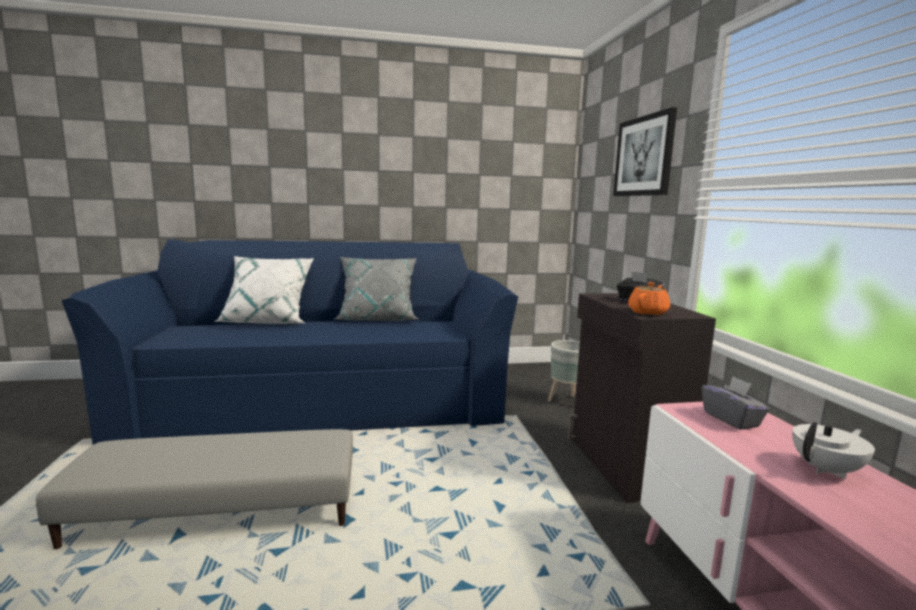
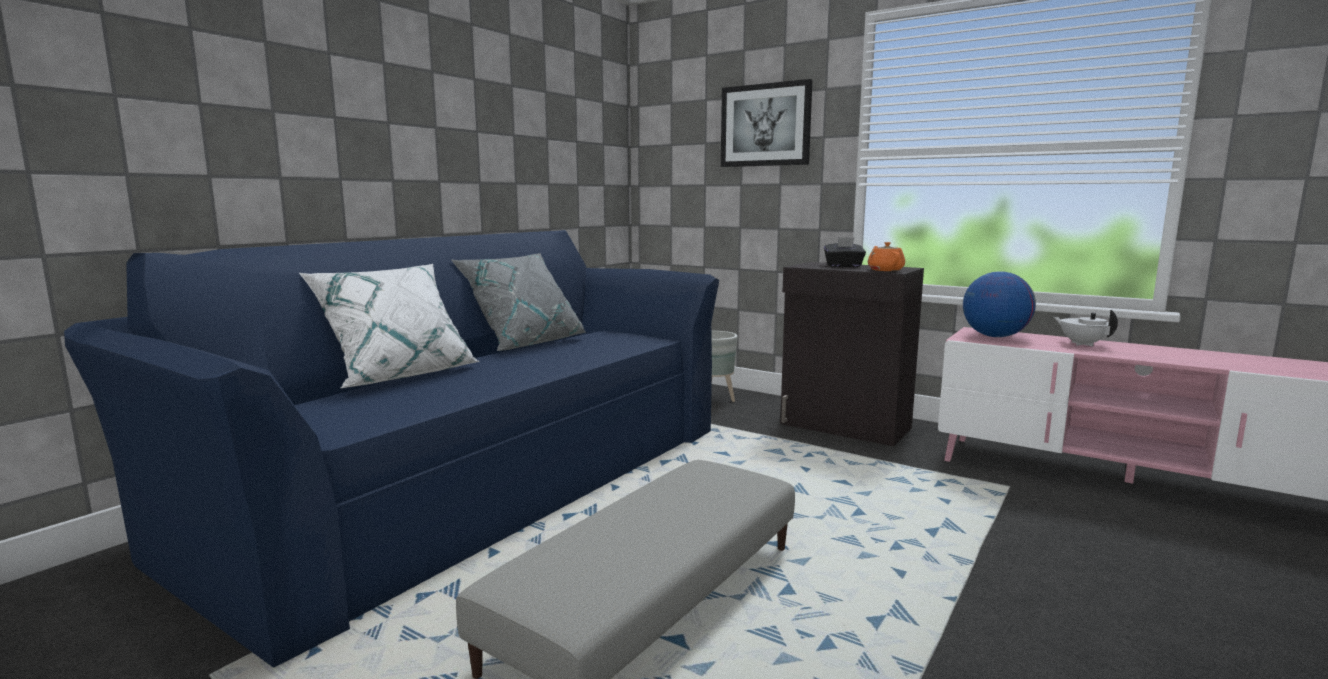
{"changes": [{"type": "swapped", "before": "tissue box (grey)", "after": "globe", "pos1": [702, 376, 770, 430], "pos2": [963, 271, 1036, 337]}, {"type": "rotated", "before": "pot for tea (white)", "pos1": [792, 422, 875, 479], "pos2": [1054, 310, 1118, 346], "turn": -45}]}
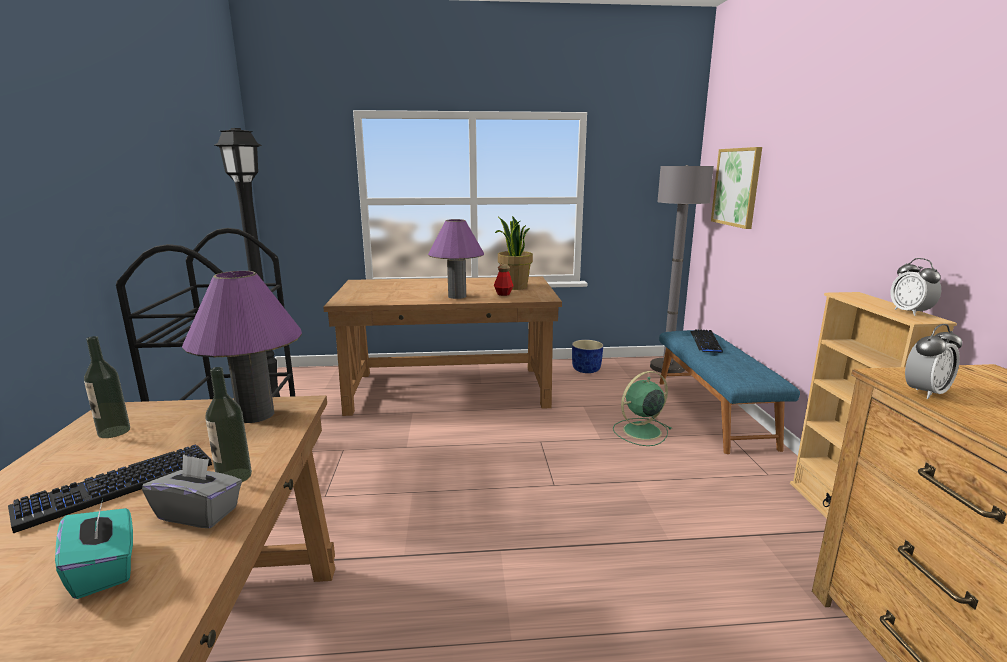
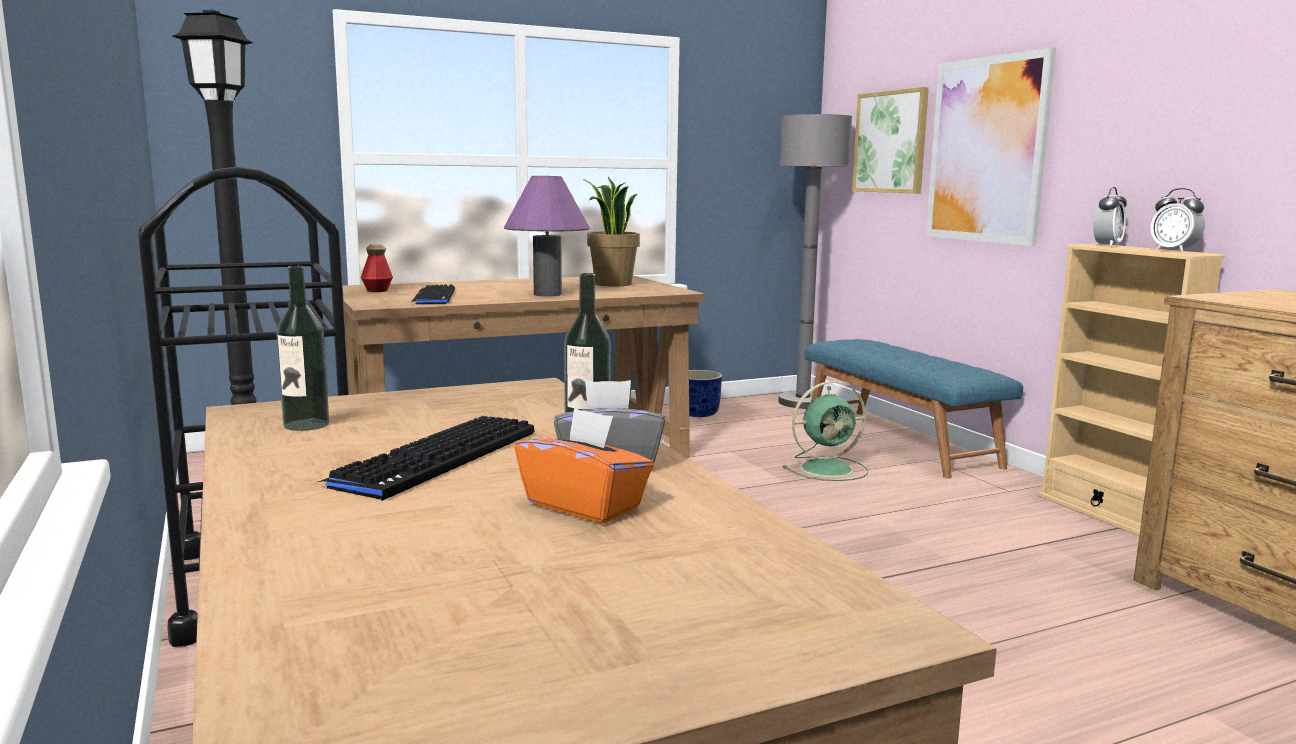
{"changes": [{"type": "repainted", "before": "tissue box (turquoise)", "after": "tissue box (orangey)", "pos1": [55, 499, 133, 599], "pos2": [515, 407, 654, 523]}, {"type": "gone", "before": "tabletop lamp (purple)", "pos1": [182, 271, 302, 423]}, {"type": "shifted", "before": "drink bottle", "pos1": [494, 264, 513, 296], "pos2": [361, 244, 393, 292]}, {"type": "rotated", "before": "fan (green-coloured)", "pos1": [613, 371, 672, 446], "pos2": [783, 381, 868, 481], "turn": -150}, {"type": "shifted", "before": "PC keyboard", "pos1": [690, 330, 723, 353], "pos2": [411, 284, 455, 304]}, {"type": "shifted", "before": "bedside clock", "pos1": [905, 324, 962, 399], "pos2": [1093, 187, 1127, 247]}, {"type": "new", "after": "wall art", "pos2": [926, 47, 1056, 246]}]}
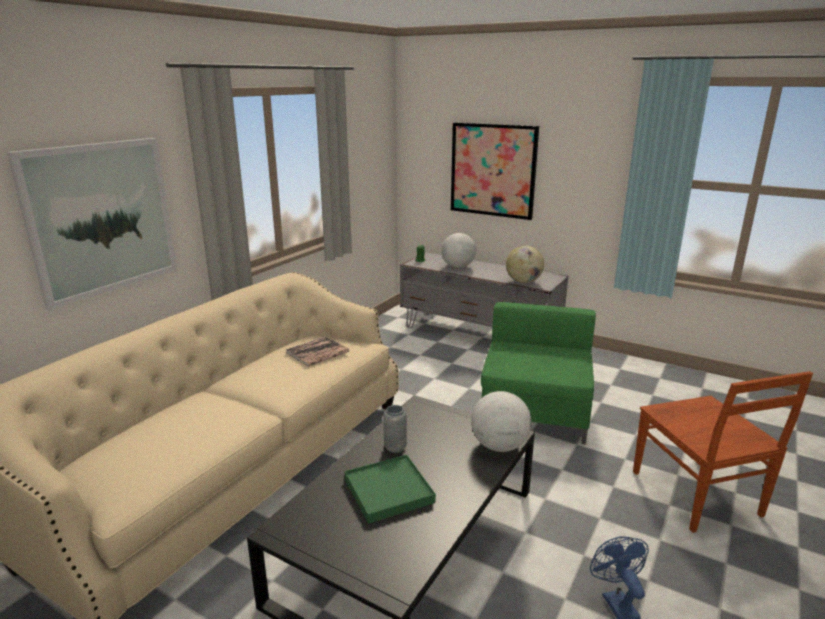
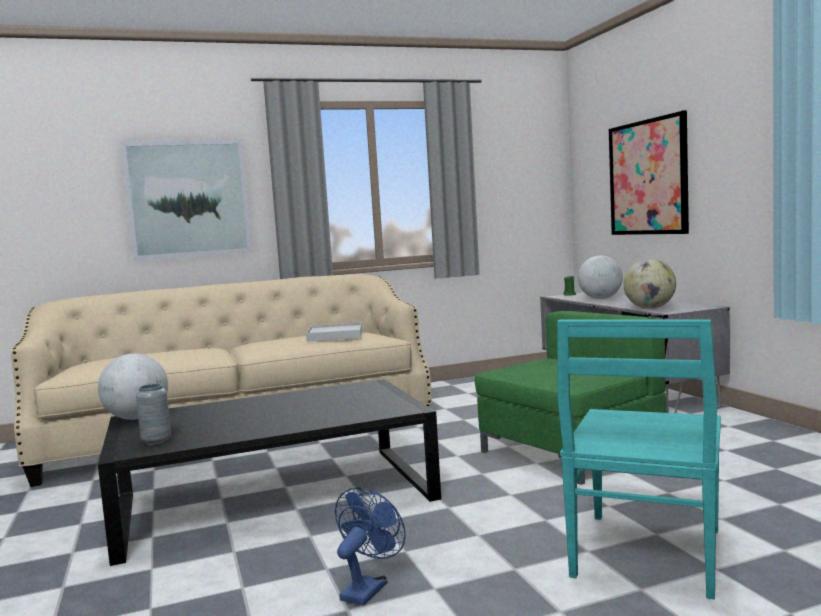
{"changes": [{"type": "swapped", "before": "book", "after": "serving tray (white)", "pos1": [286, 336, 349, 367], "pos2": [306, 322, 362, 342]}, {"type": "gone", "before": "serving tray (green-coloured)", "pos1": [345, 455, 436, 524]}, {"type": "shifted", "before": "flower vase (grey)", "pos1": [383, 405, 407, 453], "pos2": [136, 384, 171, 445]}, {"type": "shifted", "before": "globe", "pos1": [471, 391, 532, 452], "pos2": [98, 354, 168, 420]}, {"type": "repainted", "before": "upright chair (brownish)", "after": "upright chair (turquoise)", "pos1": [633, 371, 813, 533], "pos2": [557, 319, 721, 599]}]}
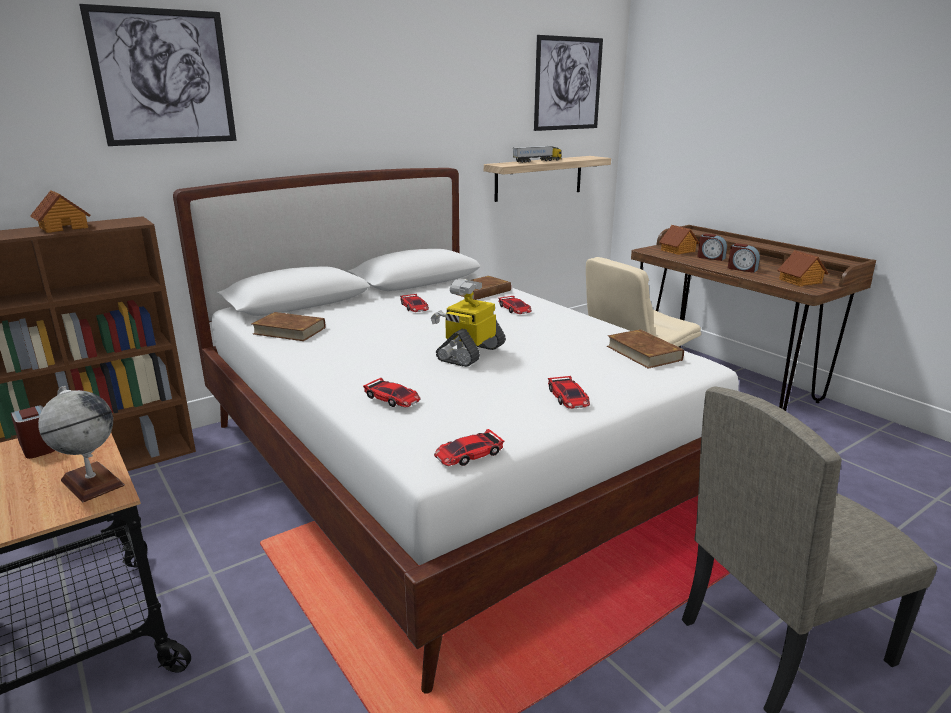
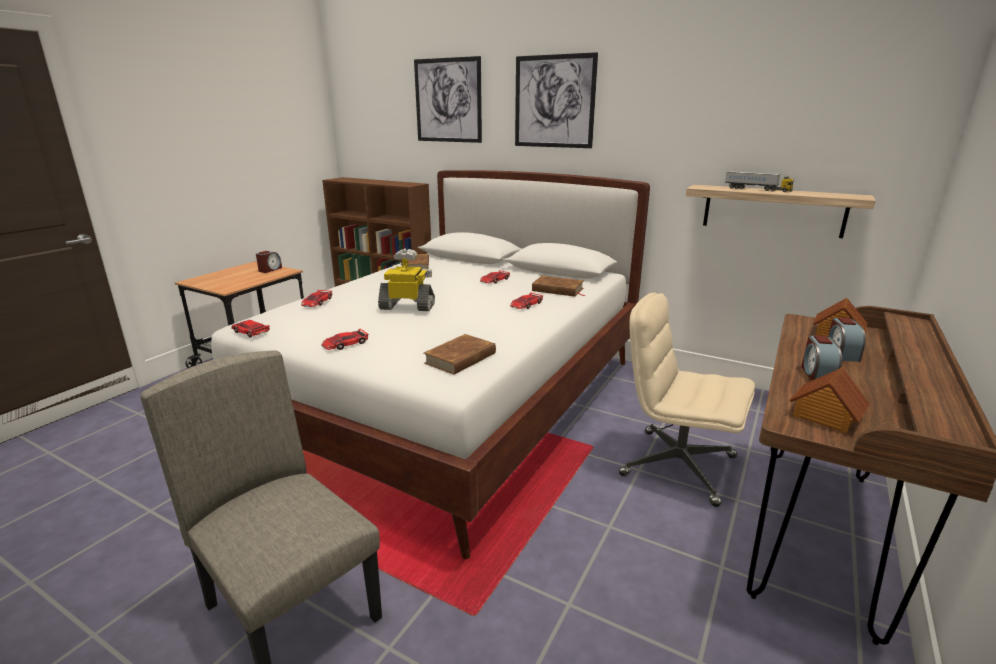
{"changes": [{"type": "gone", "before": "model house", "pos1": [30, 190, 91, 233]}, {"type": "gone", "before": "globe", "pos1": [38, 386, 125, 502]}, {"type": "shifted", "before": "wall art", "pos1": [534, 35, 603, 131], "pos2": [515, 52, 598, 148]}]}
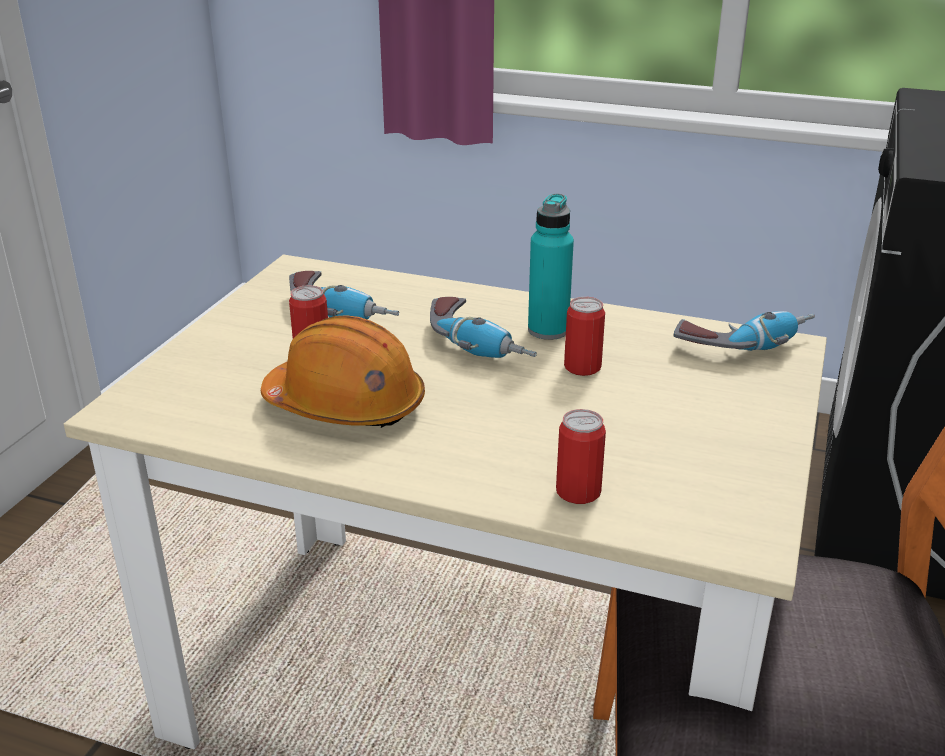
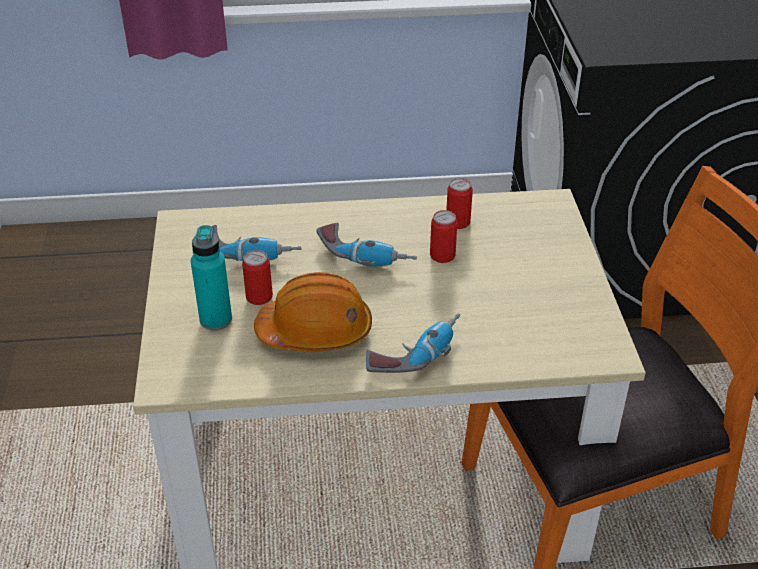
{"changes": [{"type": "shifted", "before": "drink bottle (turquoise)", "pos1": [528, 194, 574, 340], "pos2": [191, 225, 232, 330]}, {"type": "shifted", "before": "metal can", "pos1": [556, 409, 606, 504], "pos2": [446, 178, 473, 229]}, {"type": "shifted", "before": "electric drill", "pos1": [674, 311, 815, 351], "pos2": [366, 313, 460, 373]}]}
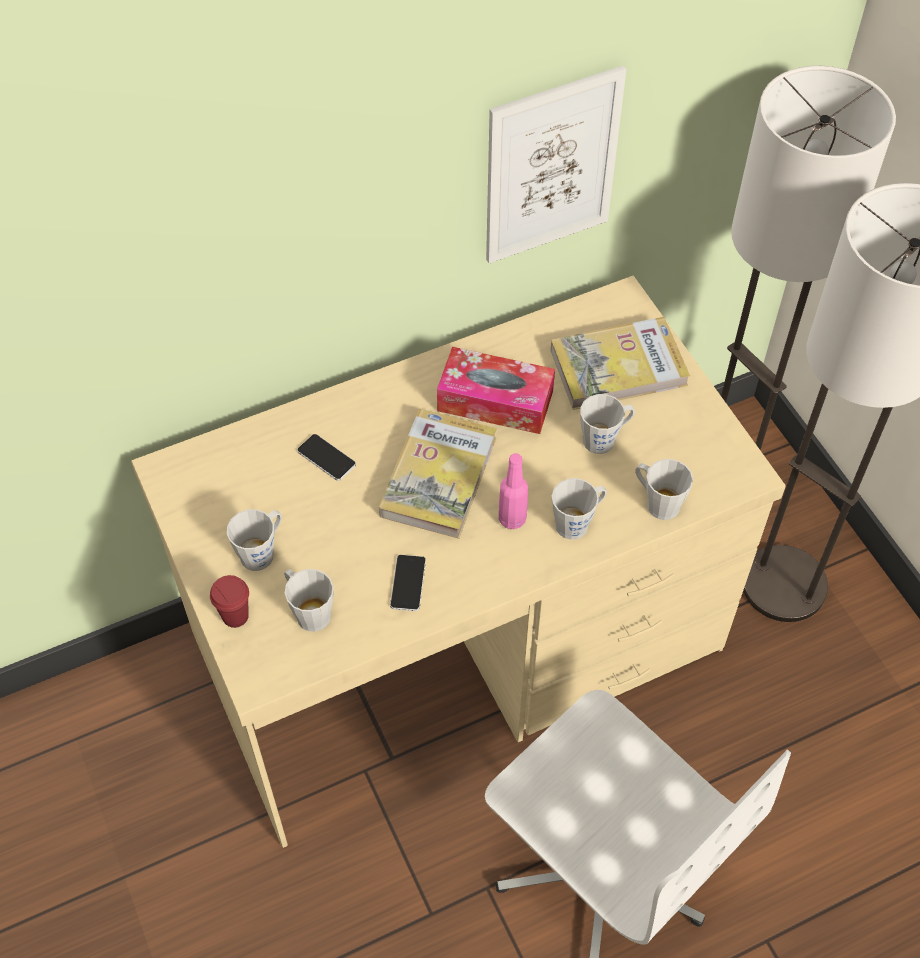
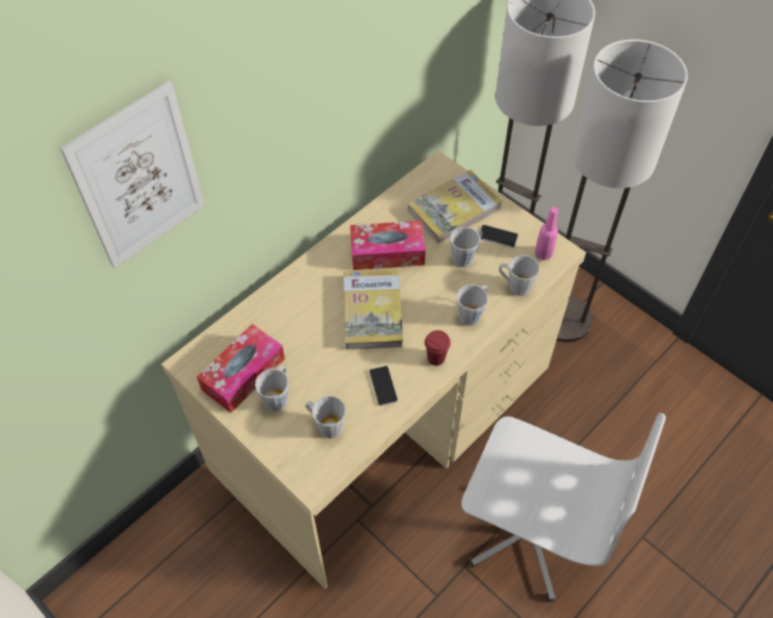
{"changes": [{"type": "shifted", "before": "small cup (red)", "pos1": [210, 575, 249, 628], "pos2": [425, 330, 451, 366]}, {"type": "shifted", "before": "handset", "pos1": [297, 434, 356, 481], "pos2": [480, 225, 518, 248]}, {"type": "shifted", "before": "wall art", "pos1": [486, 66, 626, 263], "pos2": [60, 81, 205, 268]}, {"type": "shifted", "before": "drink bottle (pink)", "pos1": [498, 453, 528, 529], "pos2": [535, 207, 558, 260]}, {"type": "new", "after": "tissue box", "pos2": [197, 324, 285, 413]}]}
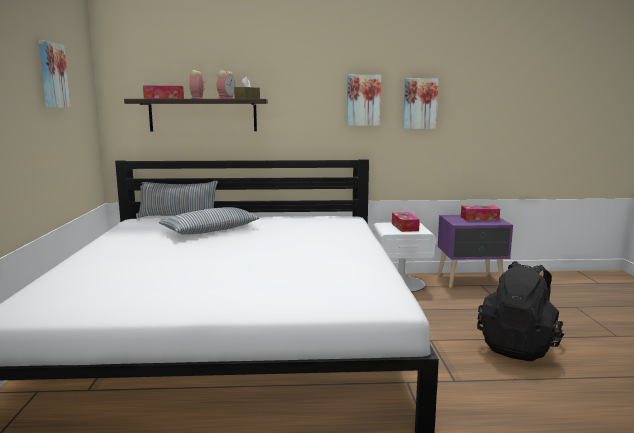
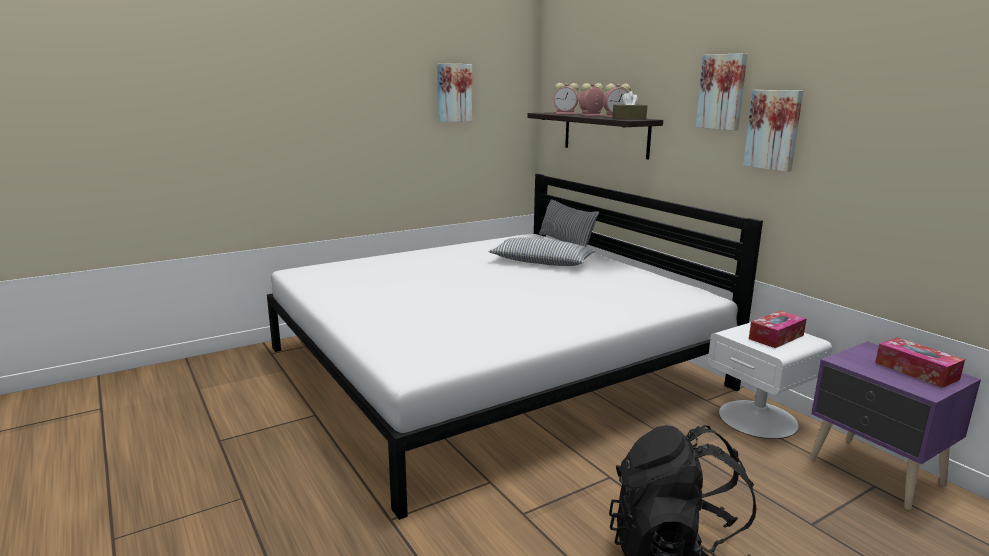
{"changes": [{"type": "swapped", "before": "tissue box", "after": "bedside clock", "pos1": [143, 86, 184, 99], "pos2": [554, 83, 579, 114]}, {"type": "shifted", "before": "wall art", "pos1": [403, 78, 439, 129], "pos2": [696, 53, 747, 131]}]}
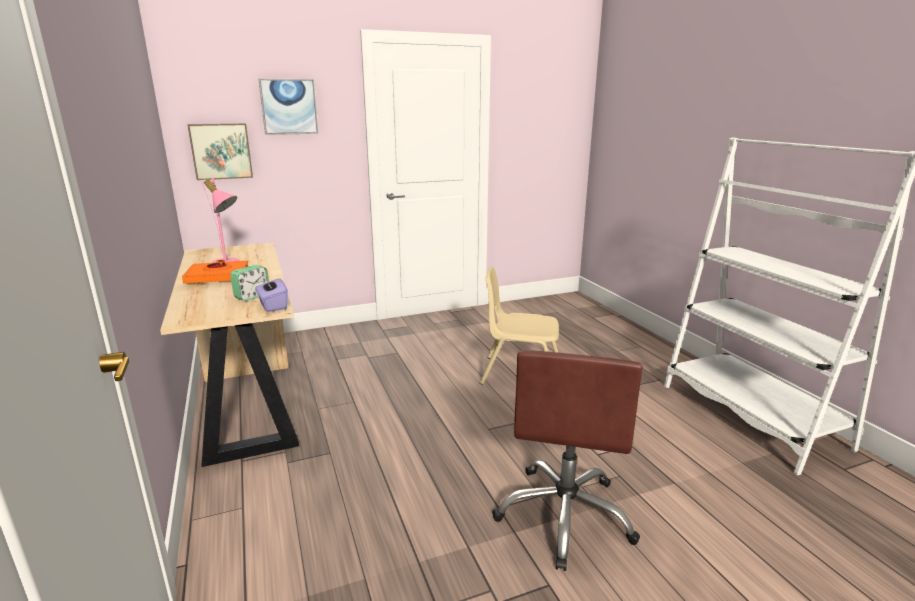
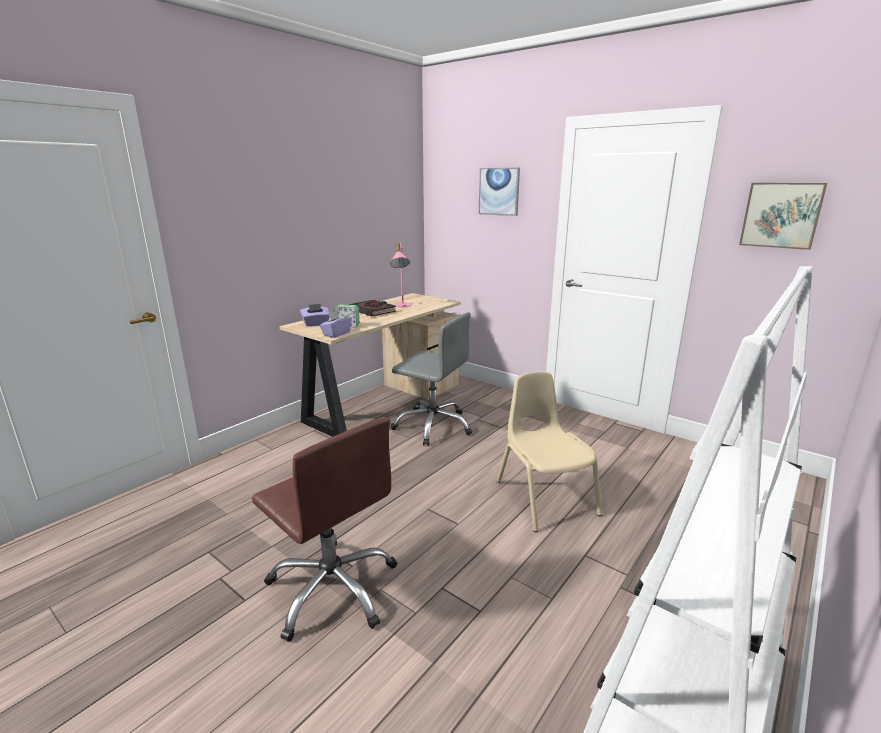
{"changes": [{"type": "repainted", "before": "book (orangey)", "after": "book (black)", "pos1": [182, 260, 248, 284], "pos2": [349, 300, 396, 316]}, {"type": "shifted", "before": "wall art", "pos1": [188, 124, 253, 180], "pos2": [739, 183, 827, 250]}, {"type": "rotated", "before": "office chair (brownish)", "pos1": [492, 350, 643, 571], "pos2": [252, 417, 397, 642], "turn": -120}, {"type": "new", "after": "tissue box (purple)", "pos2": [300, 304, 329, 326]}, {"type": "new", "after": "office chair (grey)", "pos2": [391, 312, 472, 446]}]}
